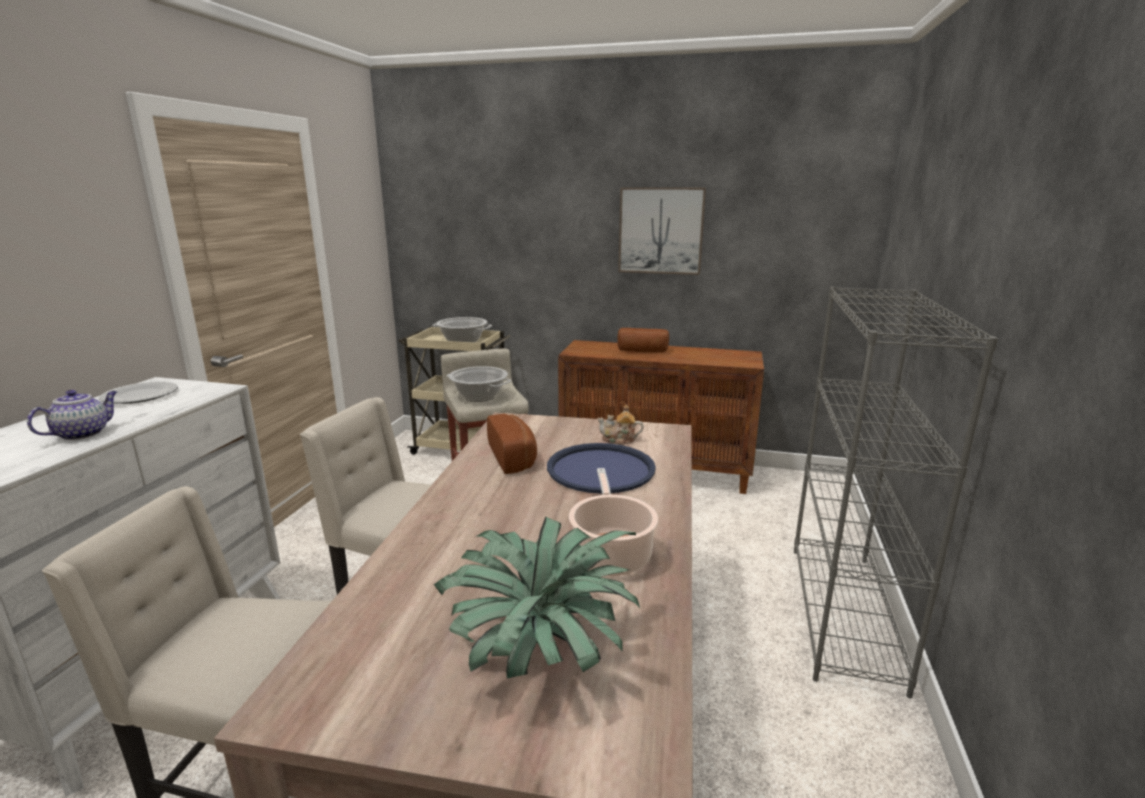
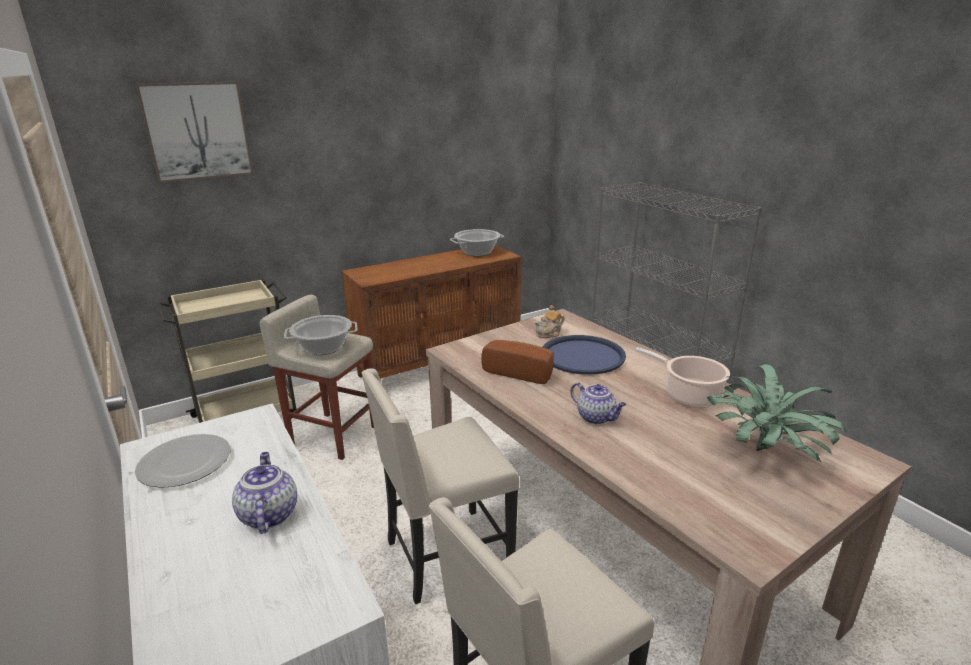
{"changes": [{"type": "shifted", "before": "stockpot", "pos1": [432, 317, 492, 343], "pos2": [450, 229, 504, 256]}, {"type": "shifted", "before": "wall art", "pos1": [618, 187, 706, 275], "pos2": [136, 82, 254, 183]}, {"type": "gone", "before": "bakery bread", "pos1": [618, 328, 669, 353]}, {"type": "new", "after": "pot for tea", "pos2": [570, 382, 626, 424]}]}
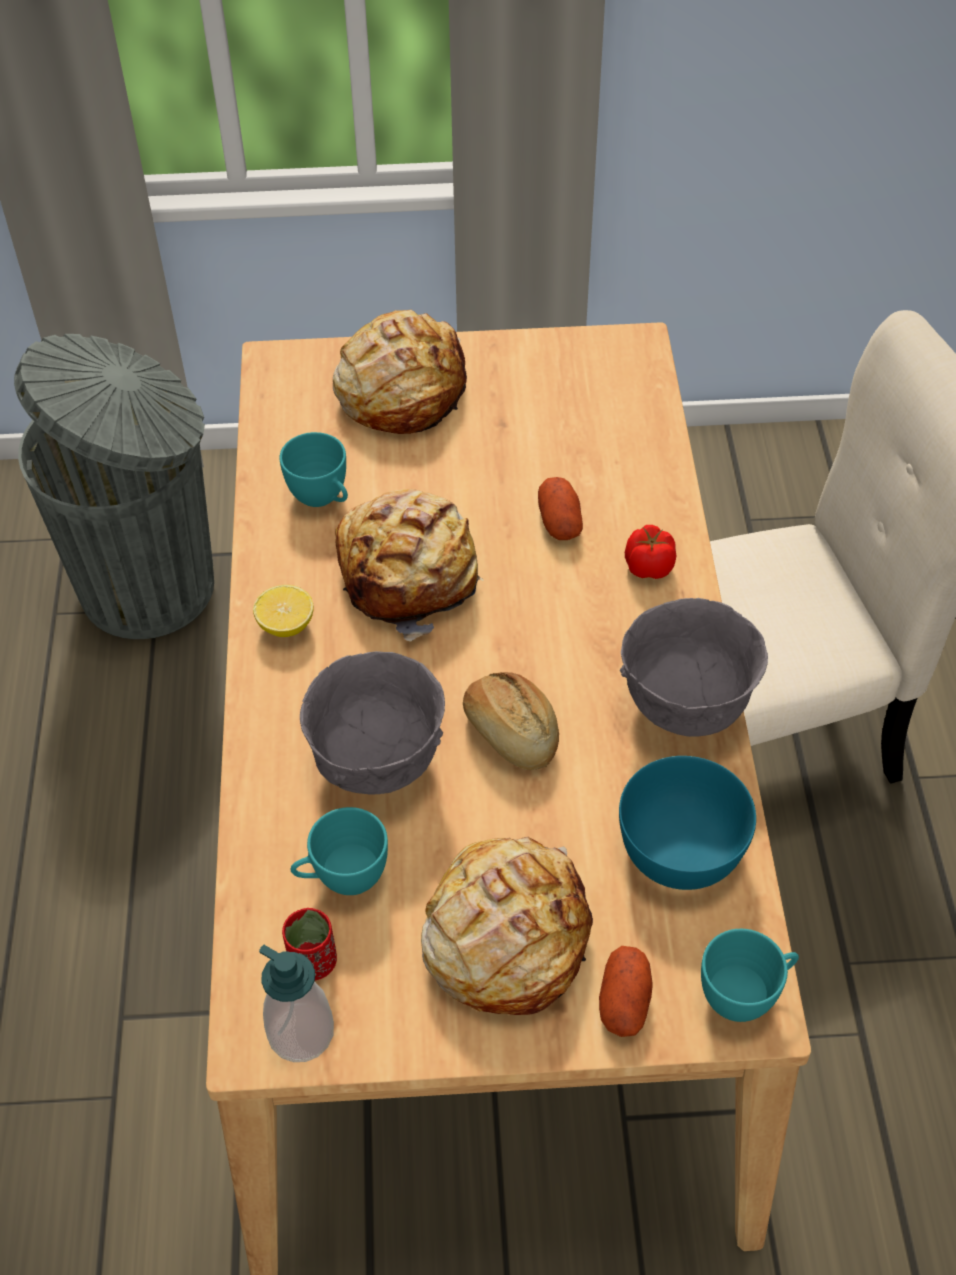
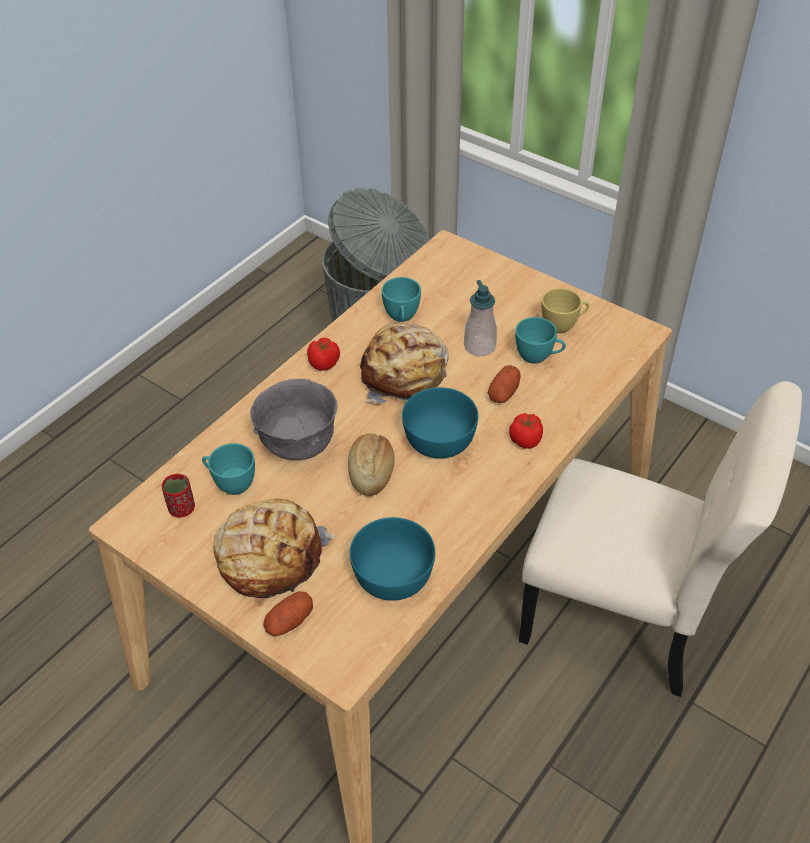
{"changes": [{"type": "swapped", "before": "whole lemon", "after": "fresh tomato", "pos1": [253, 585, 314, 637], "pos2": [307, 337, 340, 371]}, {"type": "shifted", "before": "liquid soap bottle", "pos1": [259, 945, 334, 1062], "pos2": [464, 280, 497, 356]}, {"type": "gone", "before": "bakery bread", "pos1": [333, 310, 467, 434]}, {"type": "gone", "before": "bowl (grey)", "pos1": [620, 598, 768, 737]}, {"type": "shifted", "before": "small cup (turquoise)", "pos1": [701, 929, 799, 1022], "pos2": [515, 317, 566, 364]}, {"type": "new", "after": "bowl (turquoise)", "pos2": [402, 387, 478, 459]}, {"type": "new", "after": "small cup (yellow)", "pos2": [541, 288, 589, 333]}]}
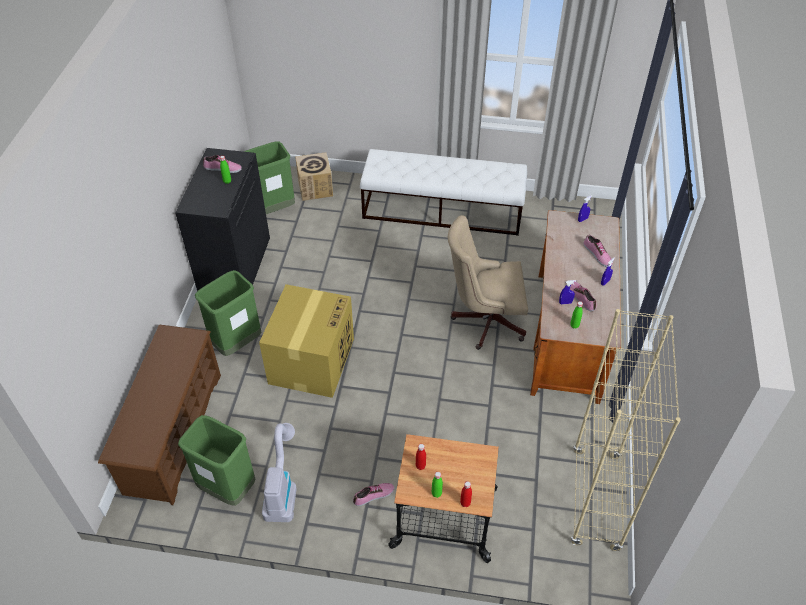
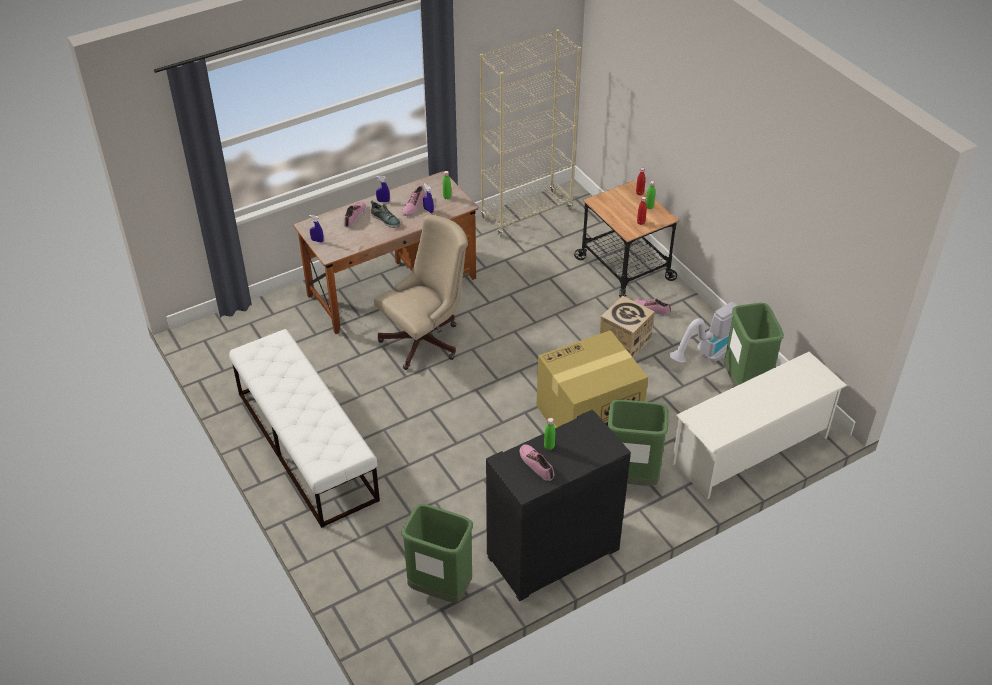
{"changes": [{"type": "repainted", "before": "shoe shelf (brownish)", "after": "shoe shelf (white)", "pos1": [98, 325, 221, 505], "pos2": [672, 352, 847, 499]}, {"type": "shifted", "before": "carton", "pos1": [295, 152, 333, 201], "pos2": [600, 296, 655, 357]}, {"type": "rotated", "before": "office chair (beige)", "pos1": [448, 215, 528, 350], "pos2": [374, 214, 468, 370], "turn": -90}, {"type": "new", "after": "shoe", "pos2": [371, 200, 400, 228]}]}
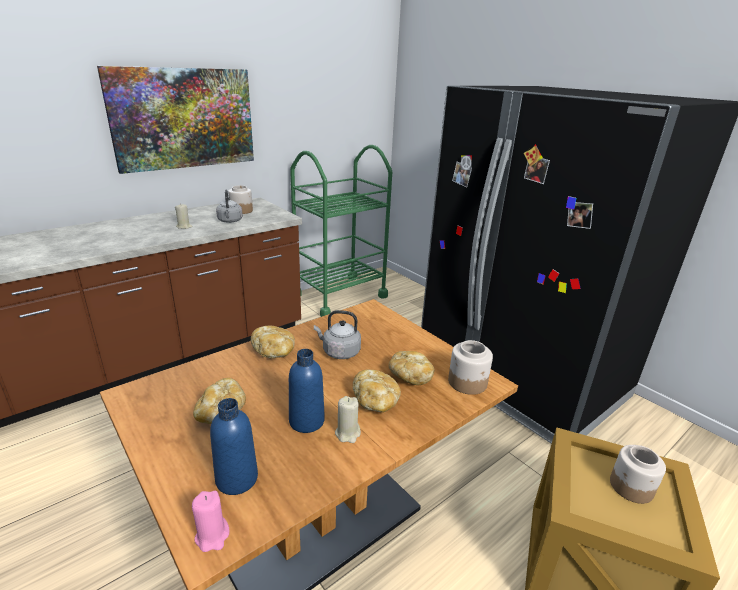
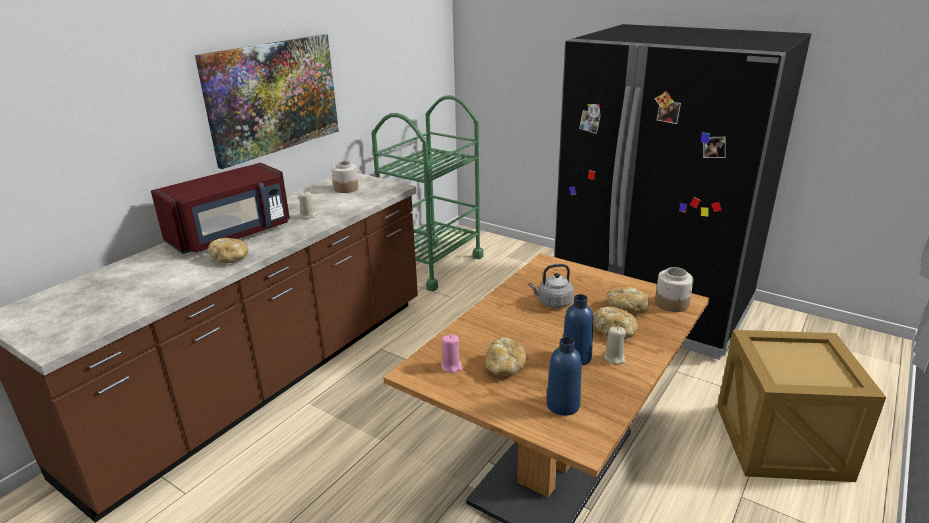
{"changes": [{"type": "shifted", "before": "wax candle (pink)", "pos1": [192, 491, 230, 552], "pos2": [441, 334, 463, 373]}, {"type": "gone", "before": "water kettle (grey)", "pos1": [216, 190, 243, 223]}, {"type": "shifted", "before": "bakery bread", "pos1": [251, 326, 295, 359], "pos2": [208, 238, 249, 263]}, {"type": "gone", "before": "jar", "pos1": [610, 445, 666, 504]}, {"type": "new", "after": "microwave oven (red)", "pos2": [151, 163, 290, 254]}]}
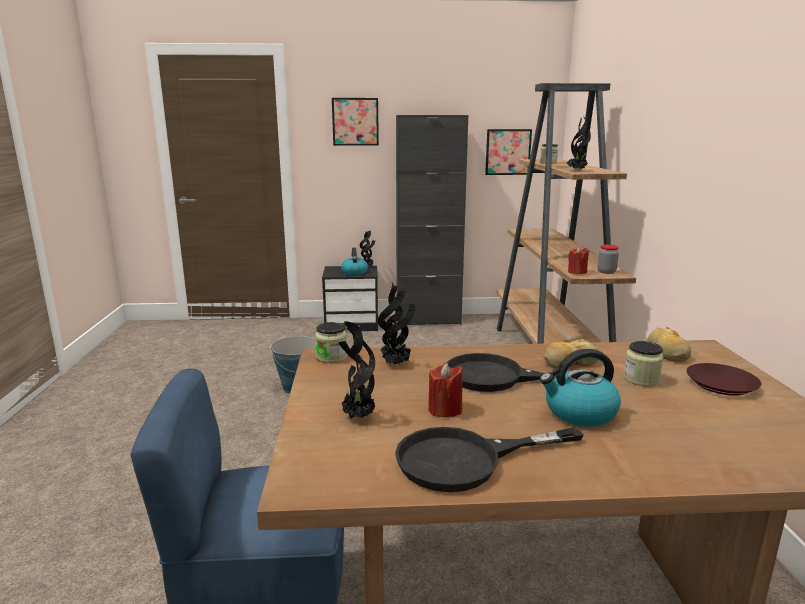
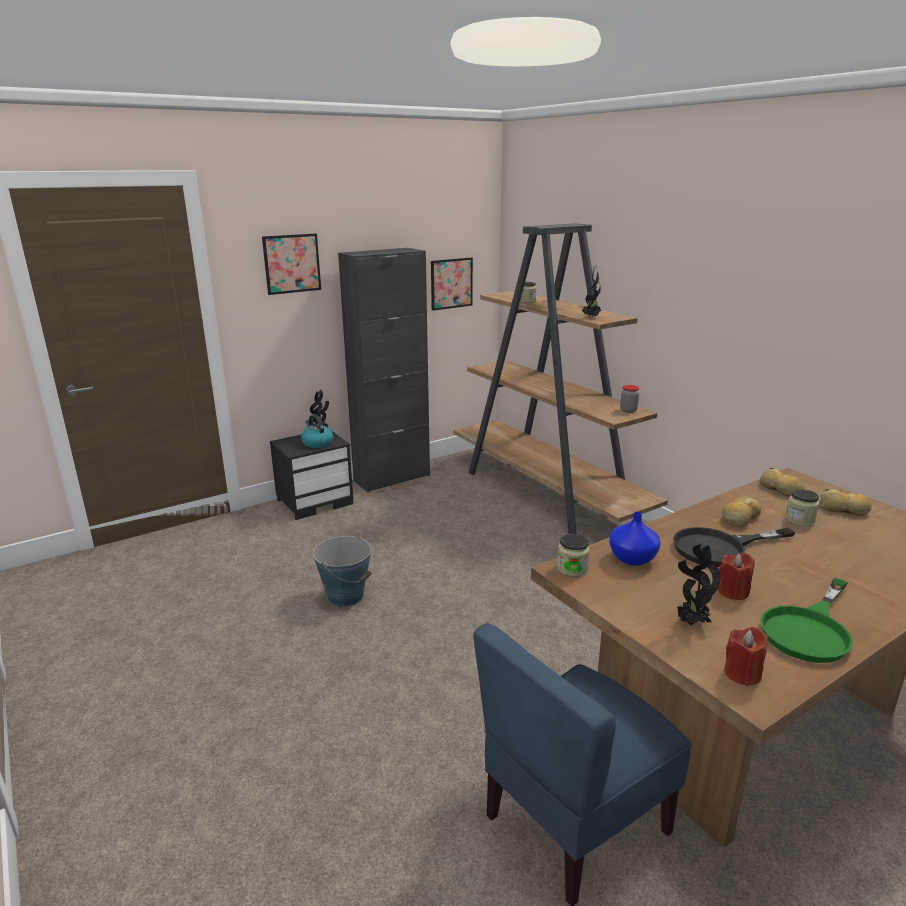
{"changes": [{"type": "swapped", "before": "potted plant", "after": "flower vase (blue)", "pos1": [378, 281, 416, 365], "pos2": [609, 512, 661, 566]}, {"type": "repainted", "before": "frying pan (black)", "after": "frying pan (green-coloured)", "pos1": [395, 427, 584, 492], "pos2": [760, 578, 853, 663]}, {"type": "gone", "before": "water kettle", "pos1": [540, 349, 621, 427]}, {"type": "shifted", "before": "wax candle (red)", "pos1": [568, 246, 589, 274], "pos2": [724, 627, 768, 686]}, {"type": "swapped", "before": "dinner plate (brownish)", "after": "bakery bread", "pos1": [686, 363, 761, 396], "pos2": [819, 489, 872, 516]}]}
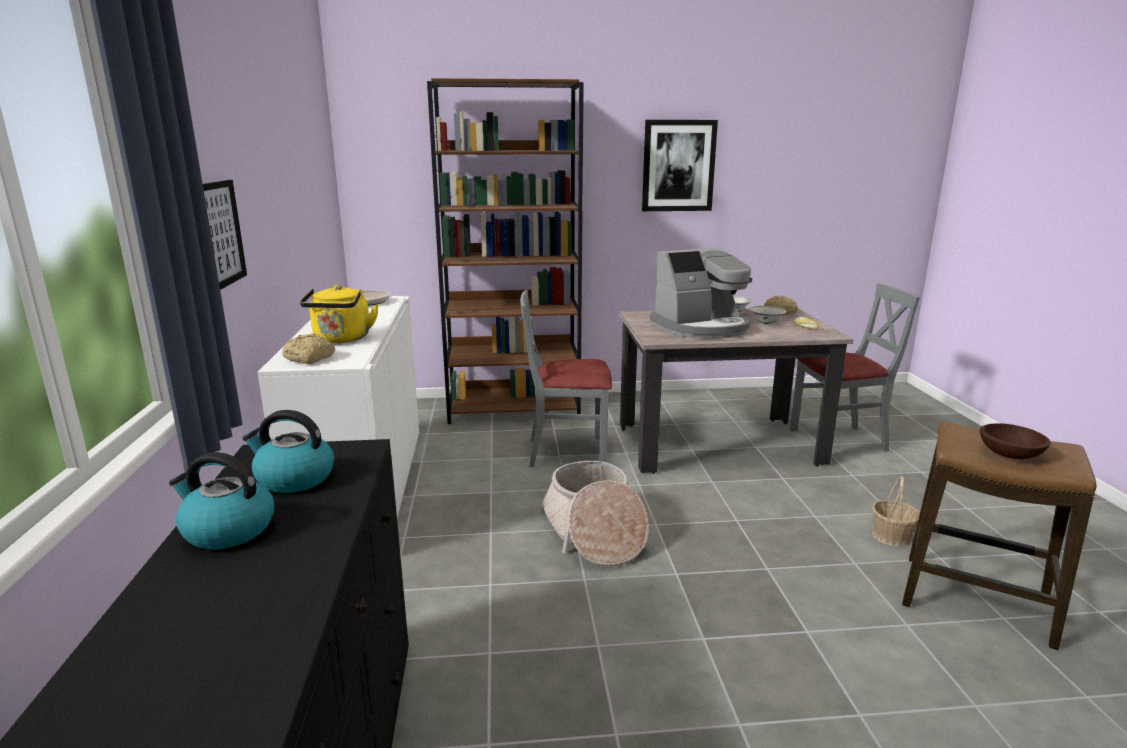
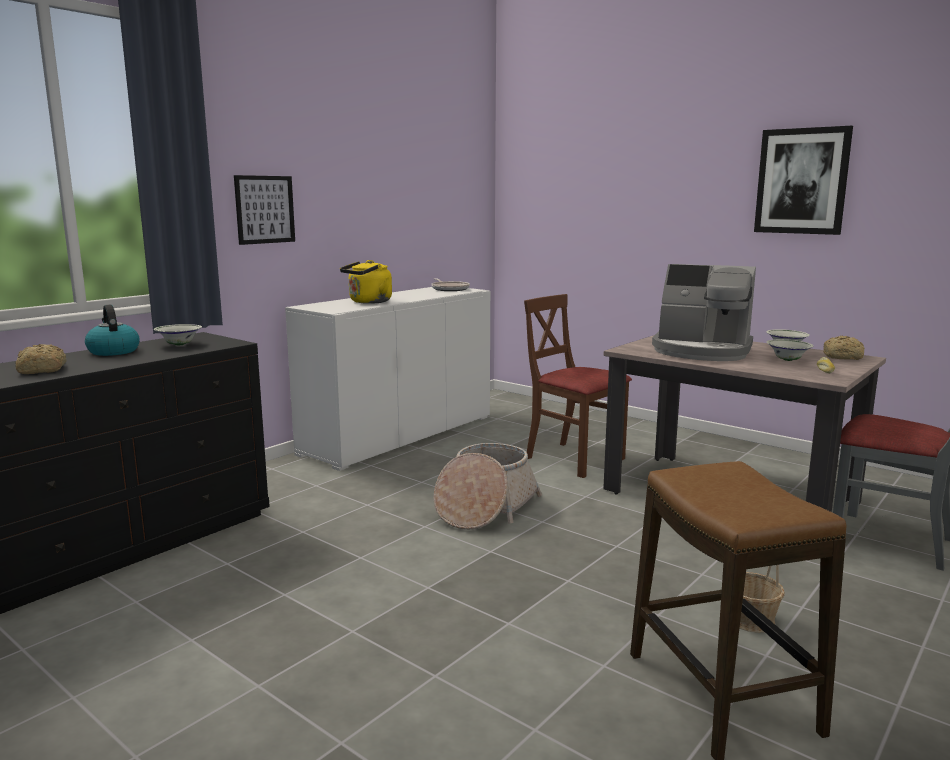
{"changes": [{"type": "swapped", "before": "water kettle", "after": "bowl (white)", "pos1": [242, 410, 334, 493], "pos2": [154, 324, 202, 346]}, {"type": "shifted", "before": "bakery bread", "pos1": [282, 333, 335, 364], "pos2": [15, 344, 66, 374]}, {"type": "gone", "before": "bookcase (brownish)", "pos1": [427, 78, 584, 424]}, {"type": "repainted", "before": "upright chair (grey)", "after": "upright chair (brownish)", "pos1": [520, 290, 612, 467], "pos2": [524, 294, 632, 478]}, {"type": "gone", "before": "bowl (brownish)", "pos1": [980, 423, 1051, 459]}]}
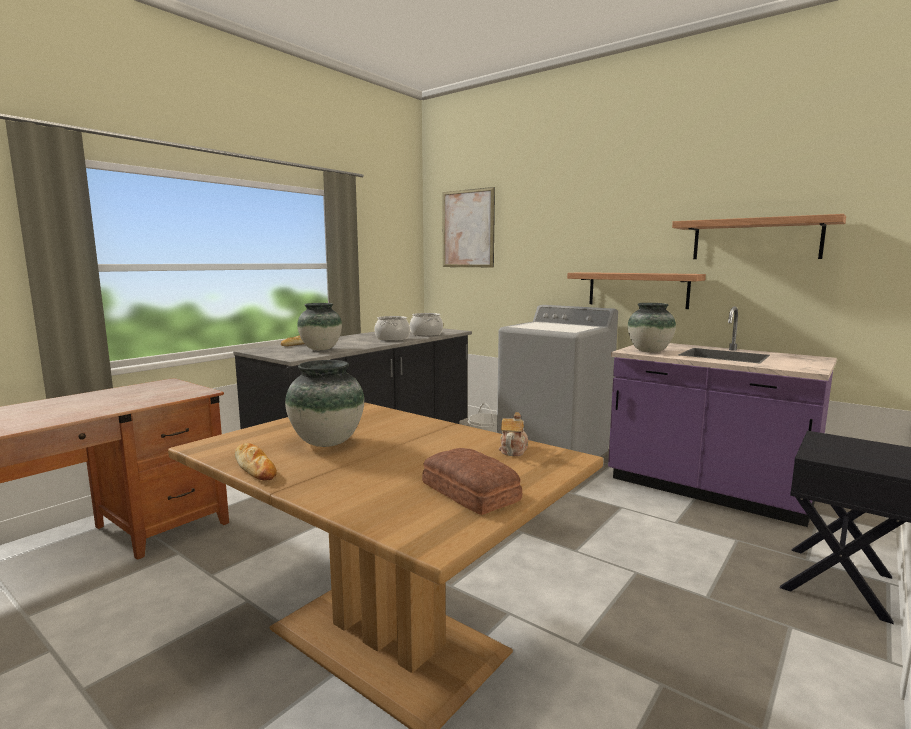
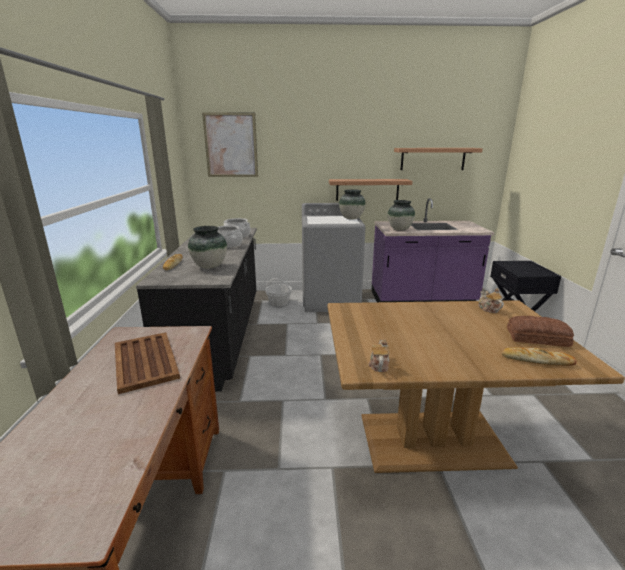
{"changes": [{"type": "shifted", "before": "bakery bread", "pos1": [235, 443, 277, 480], "pos2": [502, 347, 577, 366]}, {"type": "shifted", "before": "flower vase", "pos1": [285, 360, 364, 447], "pos2": [339, 189, 366, 219]}, {"type": "new", "after": "serving tray (brownish)", "pos2": [115, 332, 180, 394]}, {"type": "new", "after": "pot for tea", "pos2": [369, 340, 389, 372]}]}
